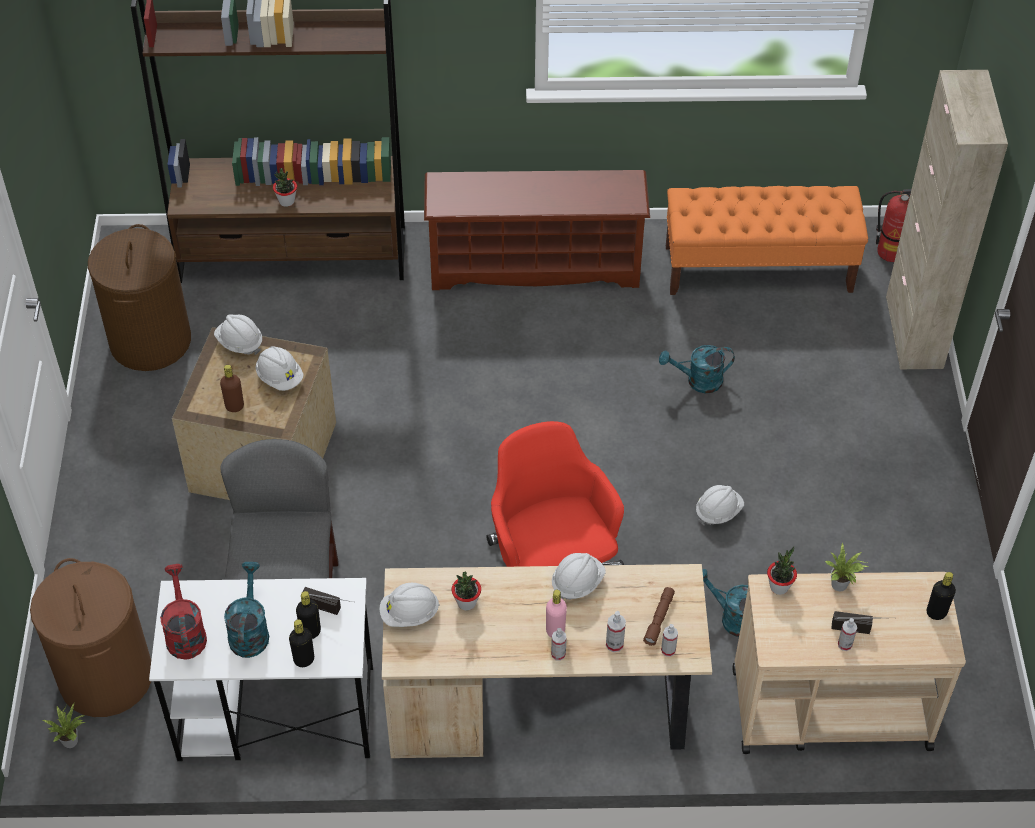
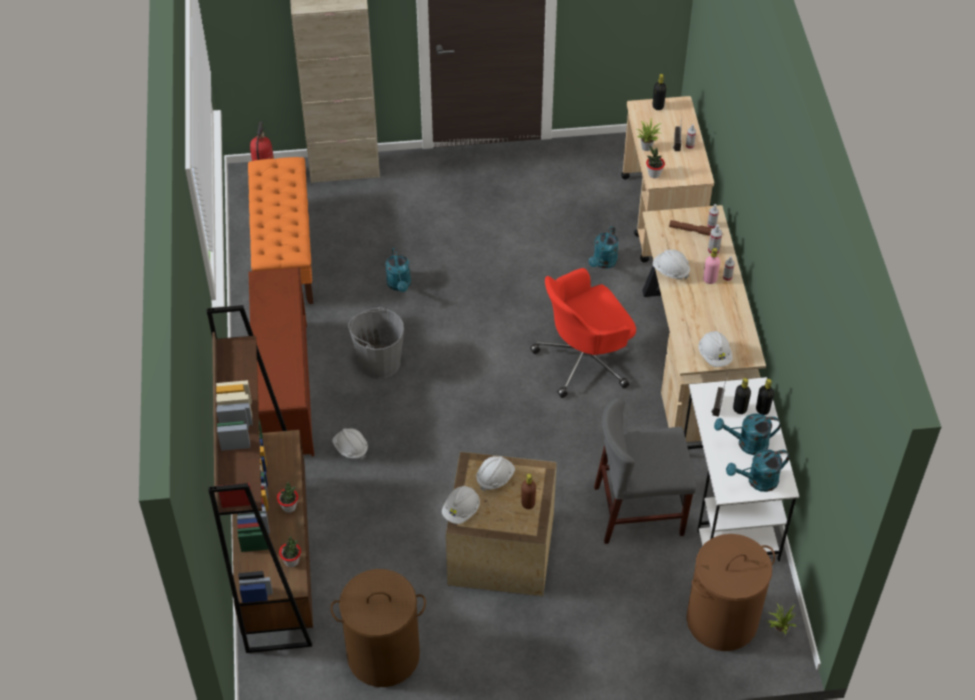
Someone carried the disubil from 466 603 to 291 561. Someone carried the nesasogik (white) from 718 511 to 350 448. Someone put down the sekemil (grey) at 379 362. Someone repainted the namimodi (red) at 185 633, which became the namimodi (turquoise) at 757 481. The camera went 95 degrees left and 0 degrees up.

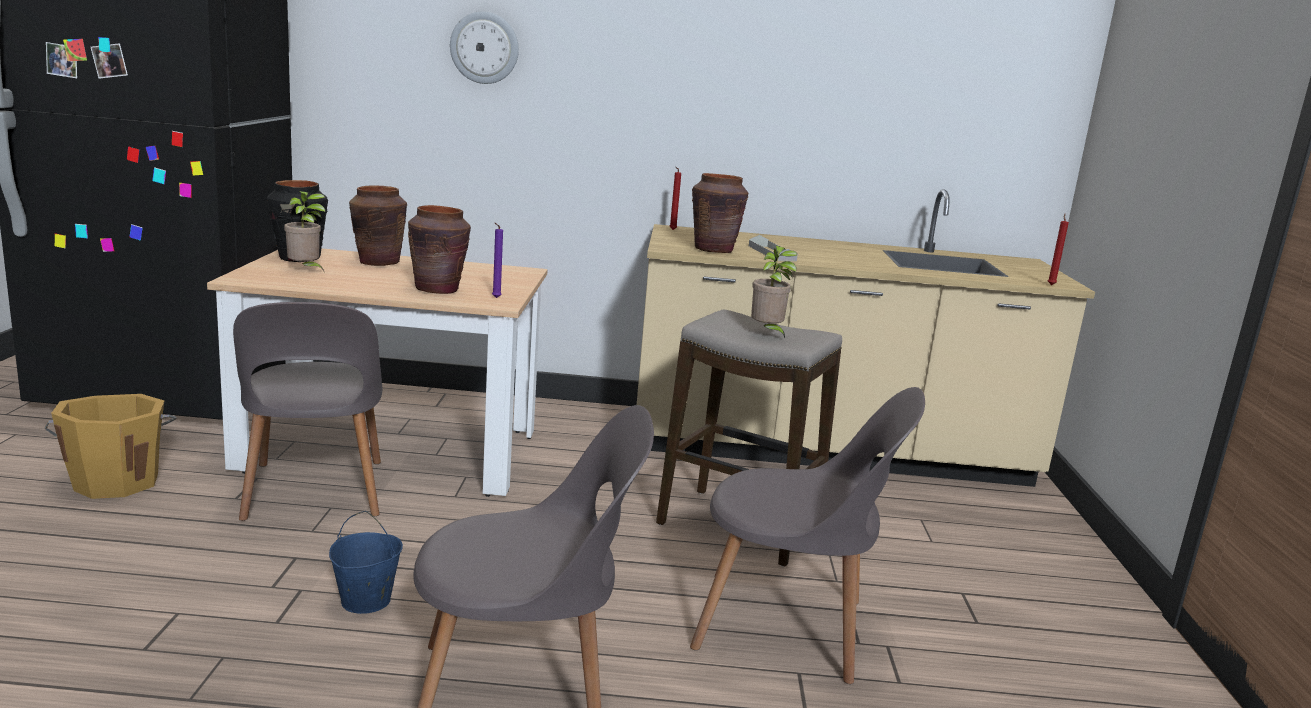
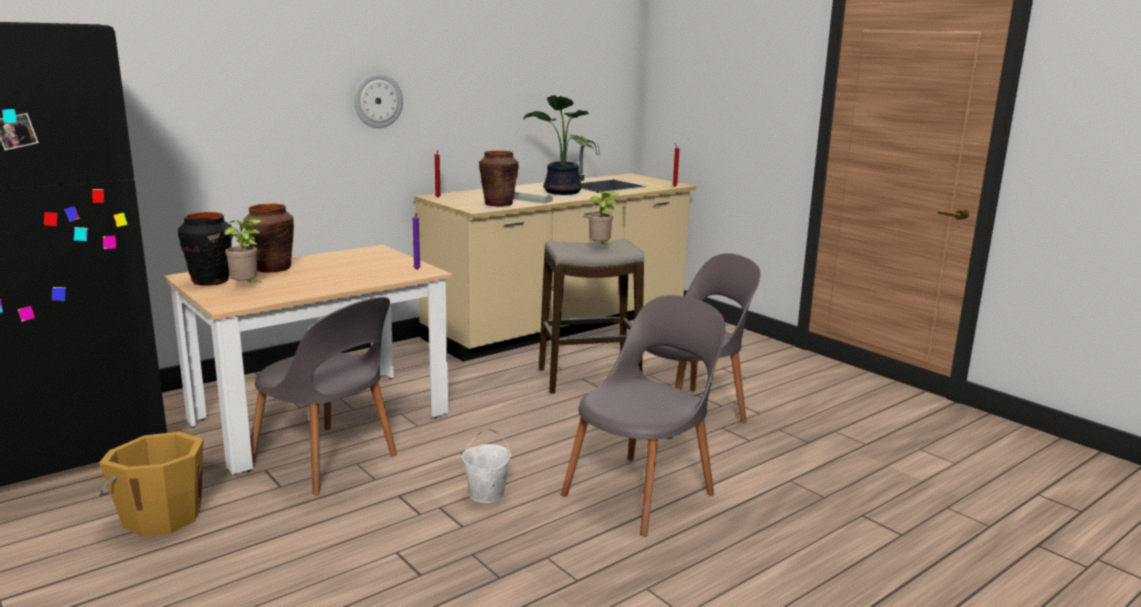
Someone carried the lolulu from 484 48 to 377 100. Someone repainted the sekemil (blue) at 365 601, which became the sekemil (white) at 486 494. Someone put down the disubil at 560 192. Someone took away the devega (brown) at 438 289. The camera went 40 degrees left and 0 degrees up.

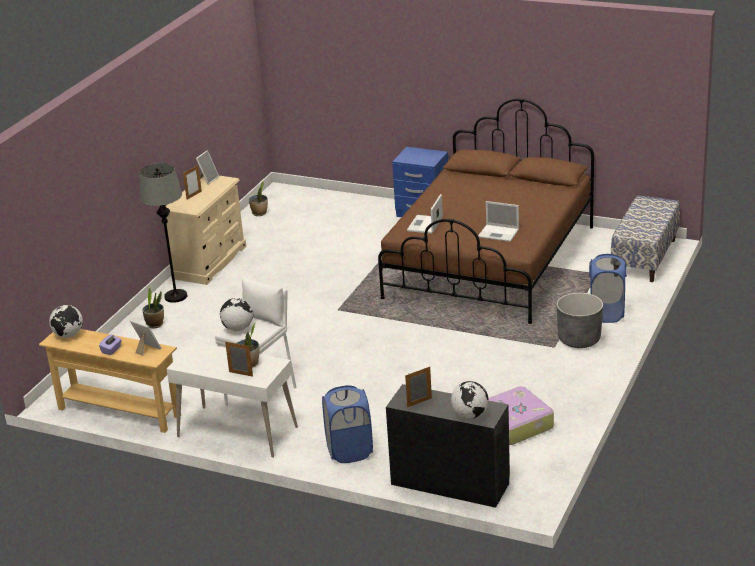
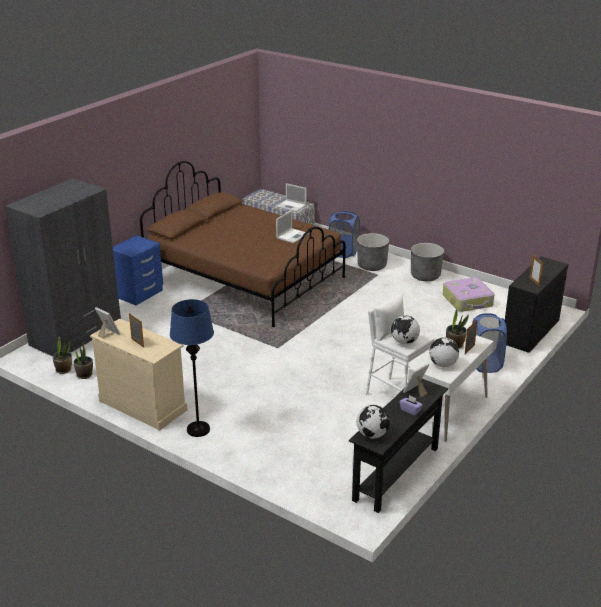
Someone put down the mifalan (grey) at 76 334. Someone carried the disubil from 155 324 to 84 375. Someone repainted the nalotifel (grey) at 175 296, which became the nalotifel (blue) at 198 429. Someone carried the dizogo from 425 225 to 292 206. Someone repainted the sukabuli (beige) at 119 412, which became the sukabuli (black) at 396 474. Someone put down the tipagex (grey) at 425 276. Someone carried the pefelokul from 470 415 to 443 364. The camera went 80 degrees left and 0 degrees up.

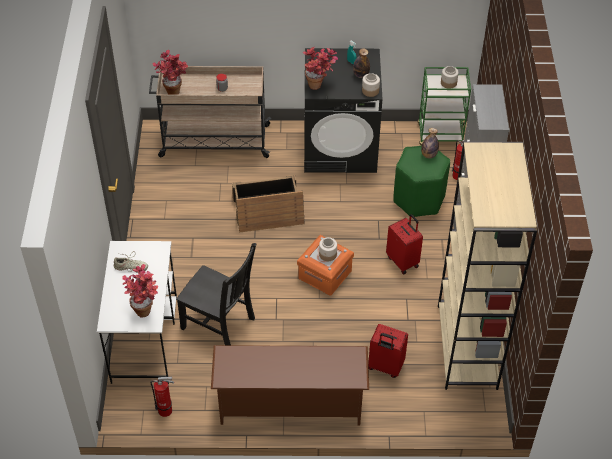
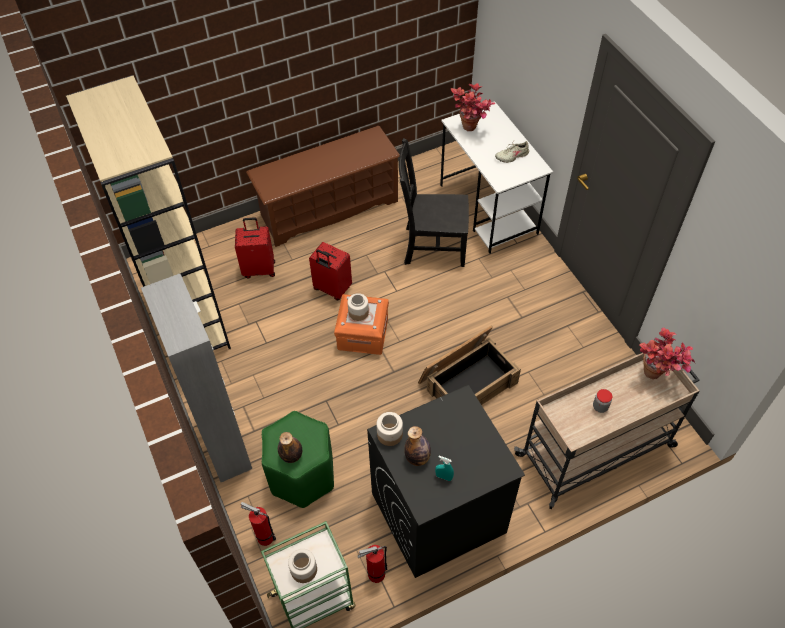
Someone carried the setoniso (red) from 403 261 to 331 289. Someone carried the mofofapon from 167 410 to 374 575. Someone took away the disubil at 319 85. The camera went 155 degrees right and 5 degrees up.

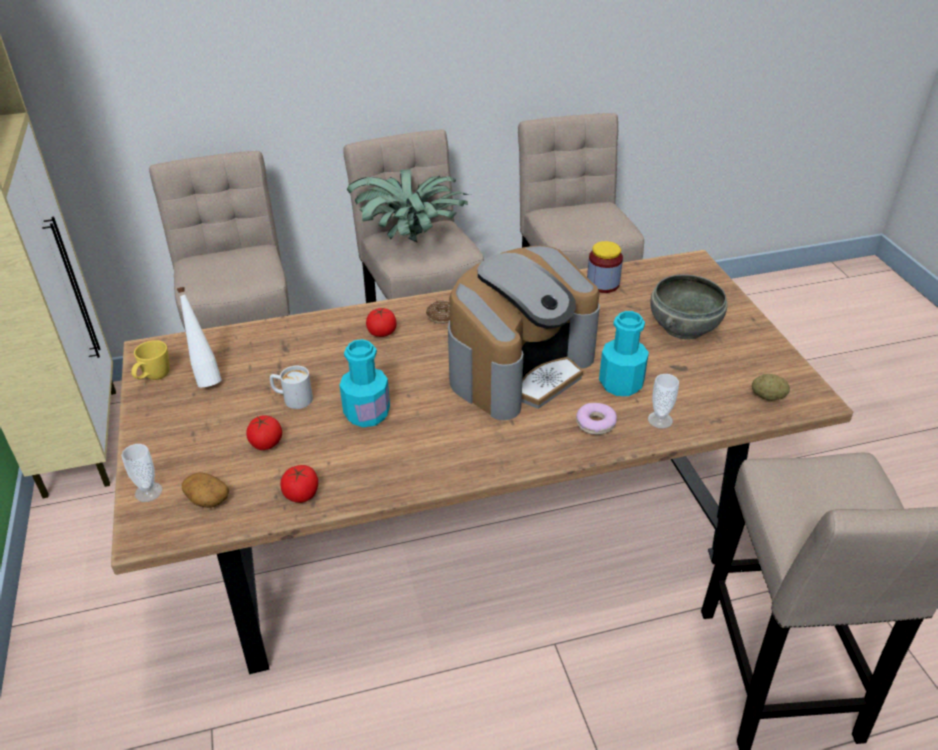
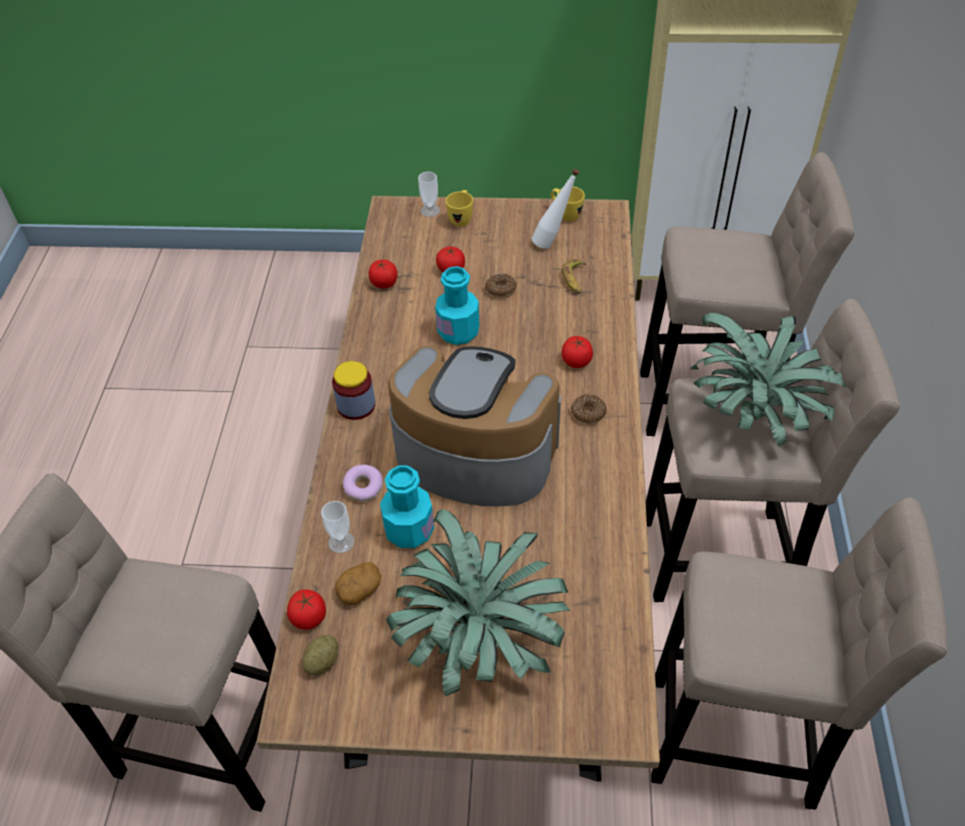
Someone put down the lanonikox at 309 617. Someone carried the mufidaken from 603 284 to 356 405. Someone carried the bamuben from 207 499 to 359 589. Someone swapped the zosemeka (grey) at 683 327 for the disubil at 481 636. Someone rotated the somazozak at 519 368 by 135 degrees clockwise. Someone put down the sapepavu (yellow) at 461 218. Someone swapped the sapepavu (white) at 292 399 for the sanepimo at 501 289. Someone put down the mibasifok at 574 280. The camera went 110 degrees right and 10 degrees up.

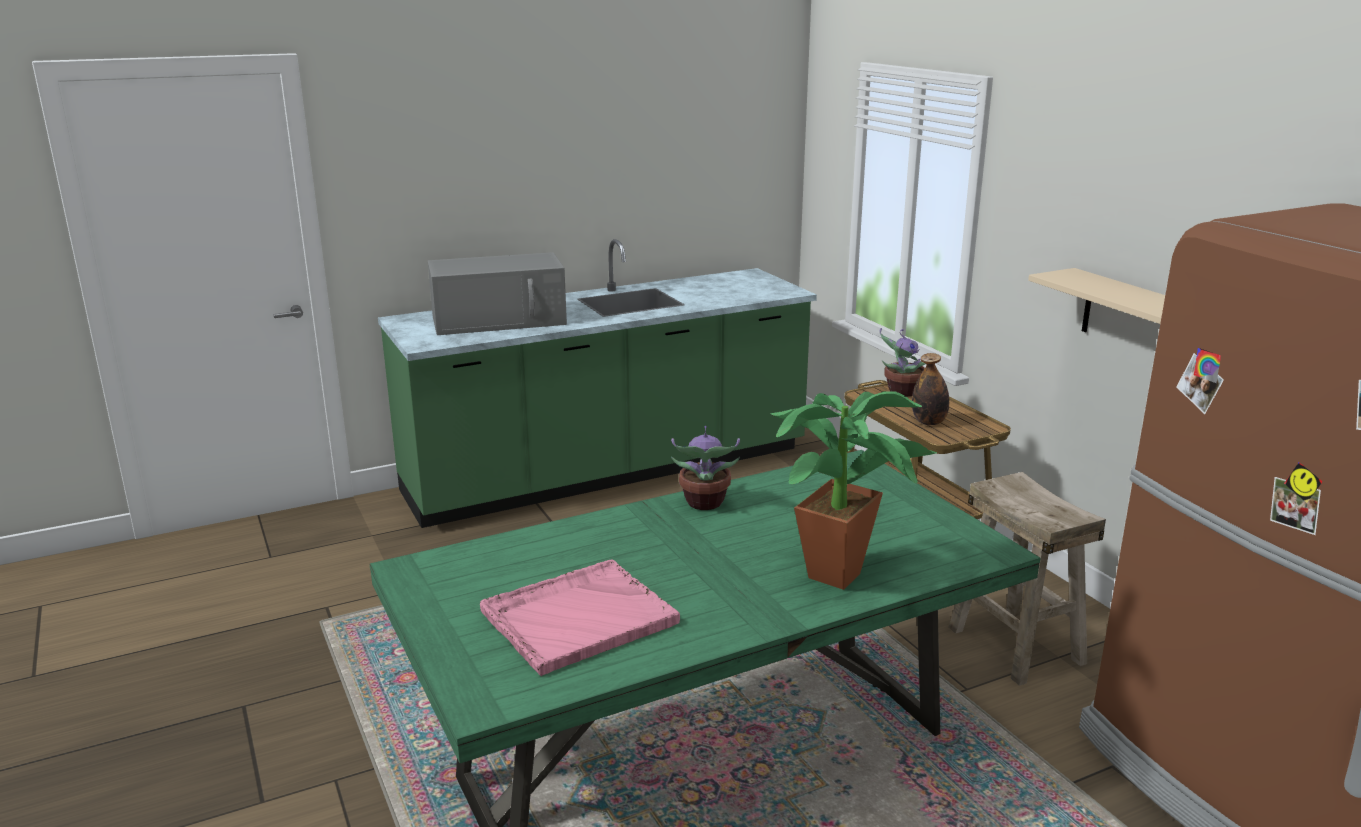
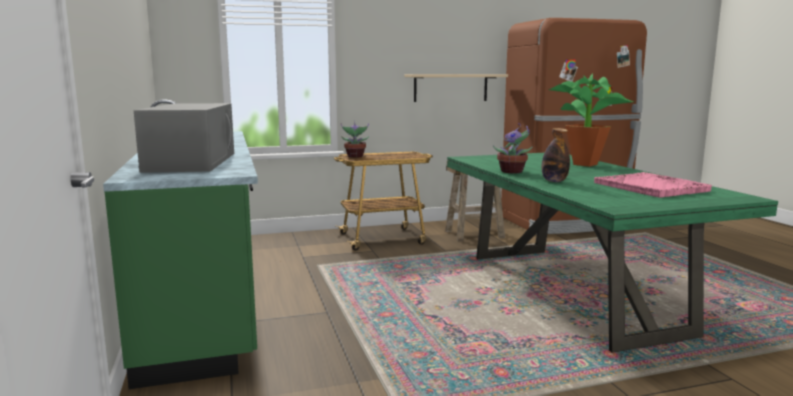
Someone carried the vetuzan from 929 422 to 554 181. The camera went 80 degrees left and 10 degrees down.

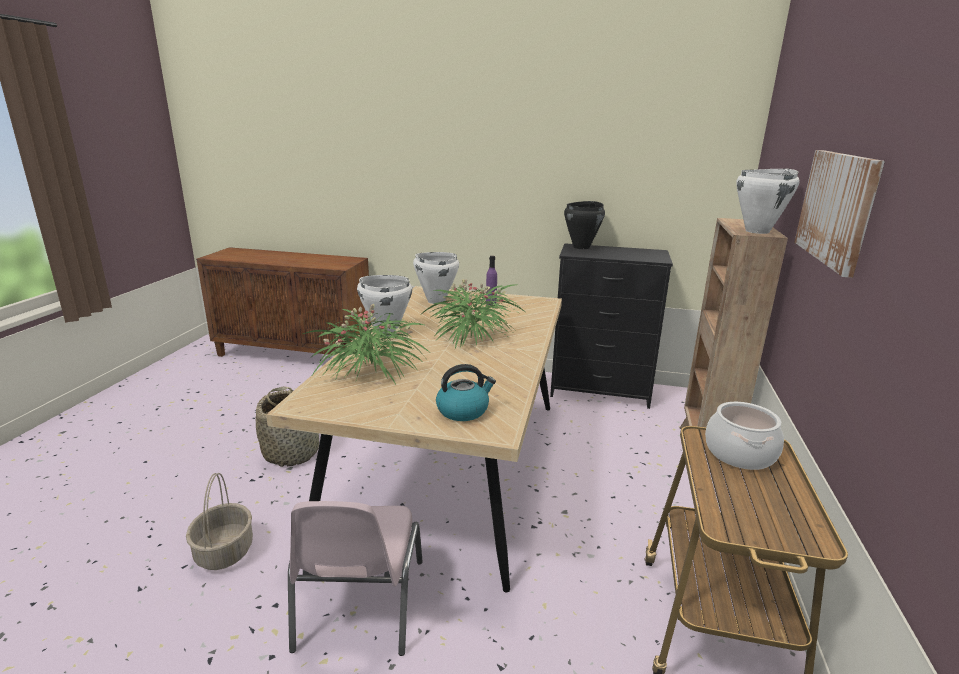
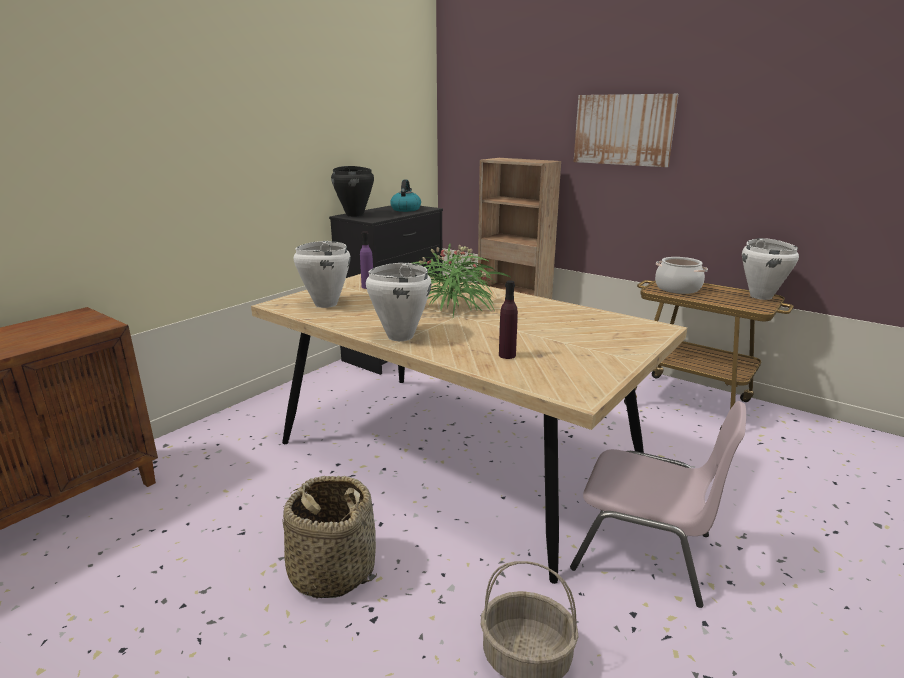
Someone carried the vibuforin from 463 410 to 406 209. Someone swapped the disubil at 370 370 for the vetuzan (purple) at 507 355. Someone carried the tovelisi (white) from 758 231 to 761 296. The camera went 65 degrees left and 0 degrees up.

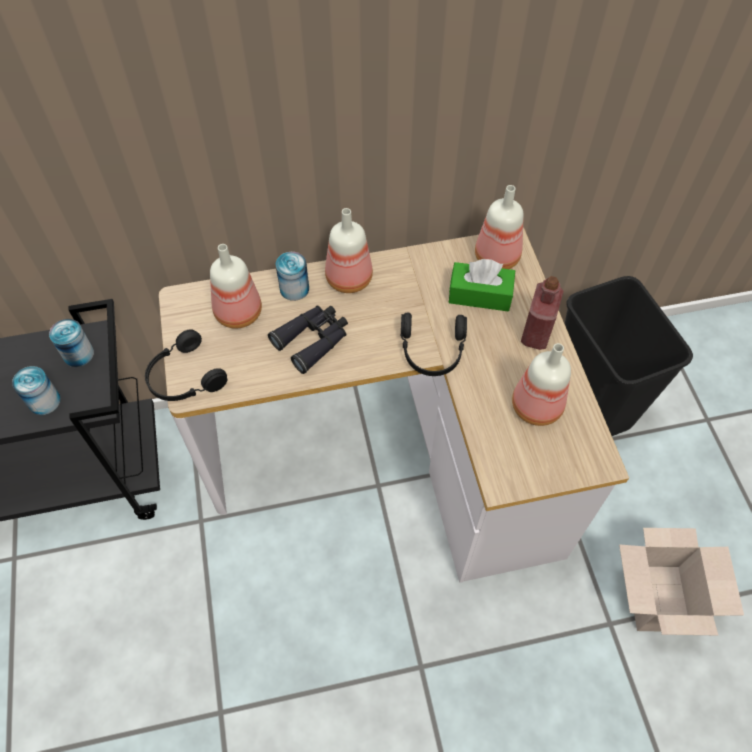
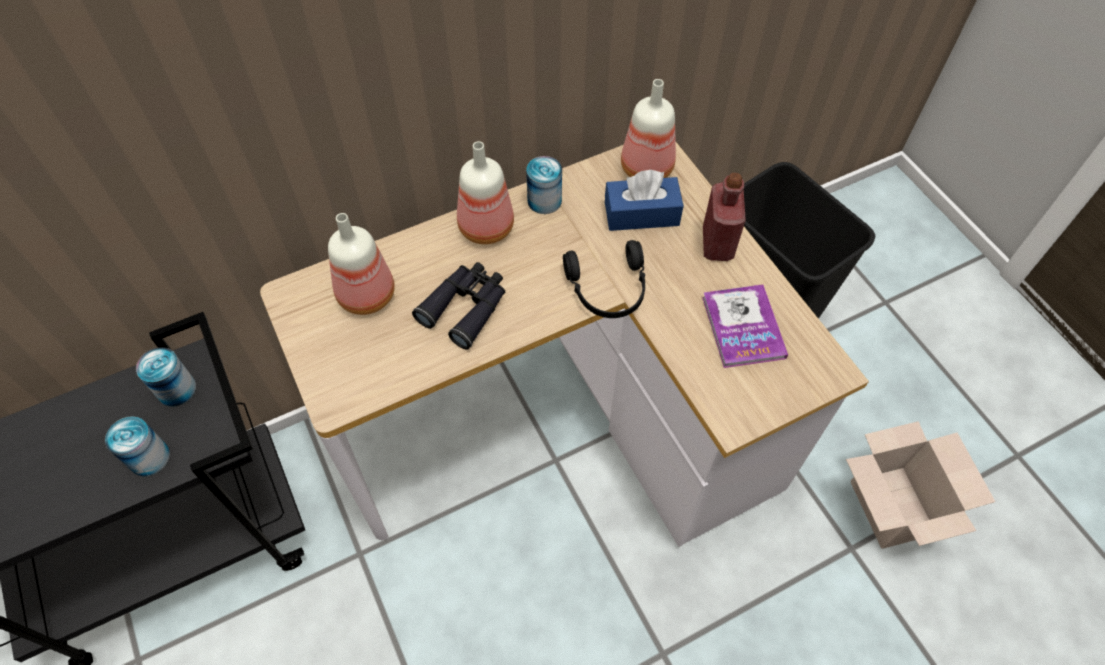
Someone carried the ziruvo from 294 288 to 544 200. Someone repainted the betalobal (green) at 480 295, which became the betalobal (blue) at 641 214. Someone swapped the vetuzan at 535 407 for the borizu at 743 327. Someone took away the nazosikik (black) at 184 378. The camera went 15 degrees left and 0 degrees up.

